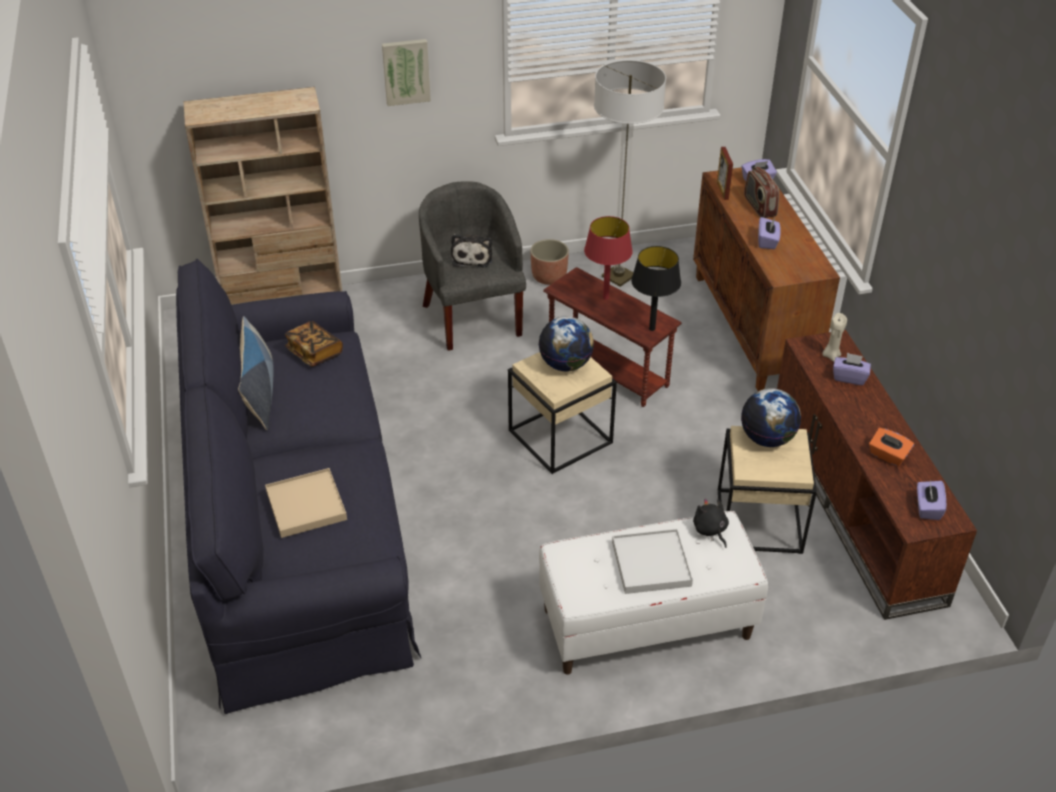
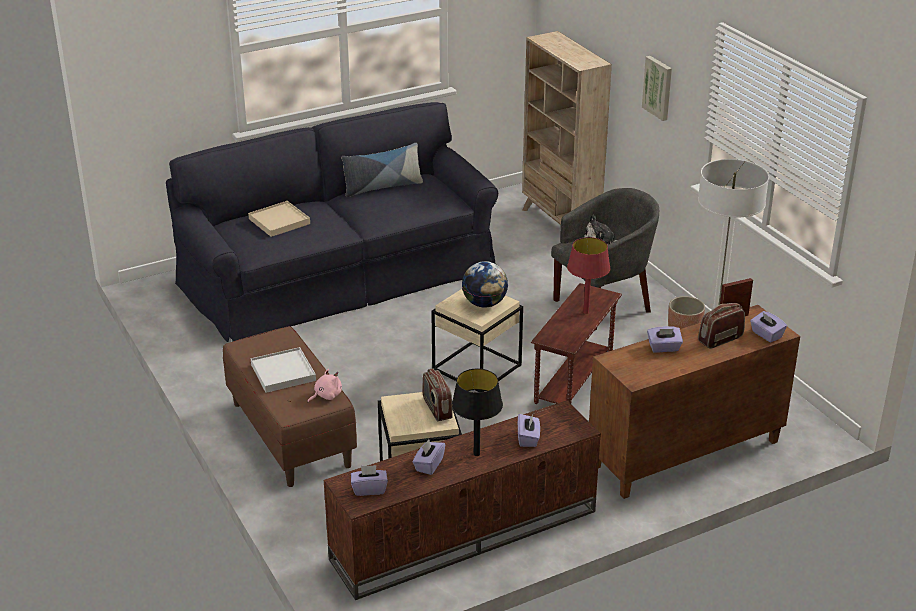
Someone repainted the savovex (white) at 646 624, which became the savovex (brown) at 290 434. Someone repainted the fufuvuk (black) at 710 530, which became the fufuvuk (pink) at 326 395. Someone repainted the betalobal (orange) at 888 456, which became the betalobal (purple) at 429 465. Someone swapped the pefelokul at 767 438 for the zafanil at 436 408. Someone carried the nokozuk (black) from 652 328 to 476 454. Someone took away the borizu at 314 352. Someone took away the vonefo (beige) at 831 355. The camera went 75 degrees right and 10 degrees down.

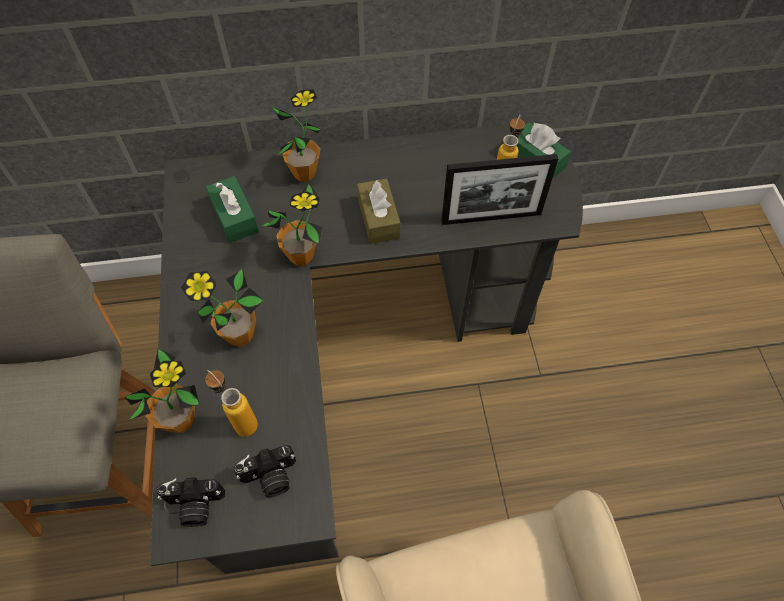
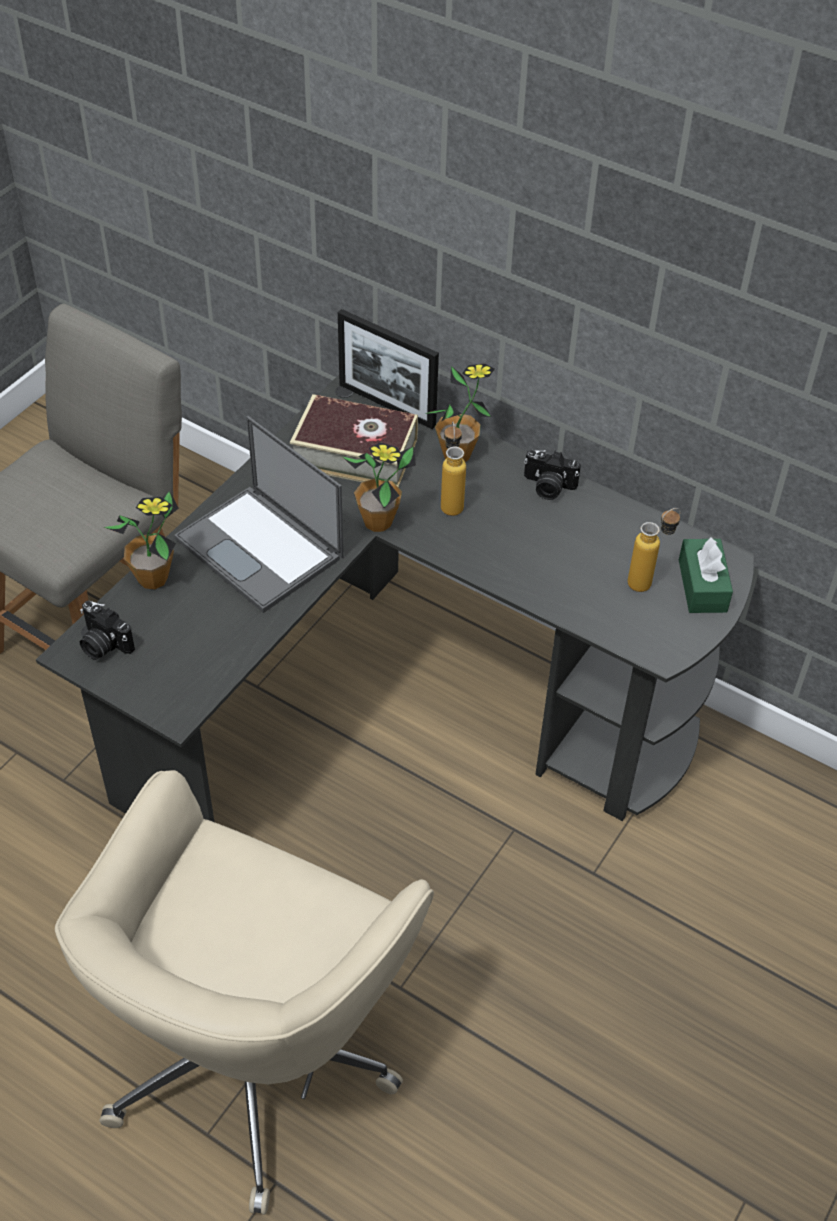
Someone swapped the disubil at 240 335 for the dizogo at 261 549. Someone swapped the betalobal (green) at 235 217 for the borizu at 355 453. Someone carried the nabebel from 491 217 to 387 405. Someone carried the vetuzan from 240 419 to 451 501. Someone carried the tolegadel from 270 478 to 548 487. Someone took away the betalobal (brown) at 378 218. The camera went 40 degrees right and 10 degrees down.

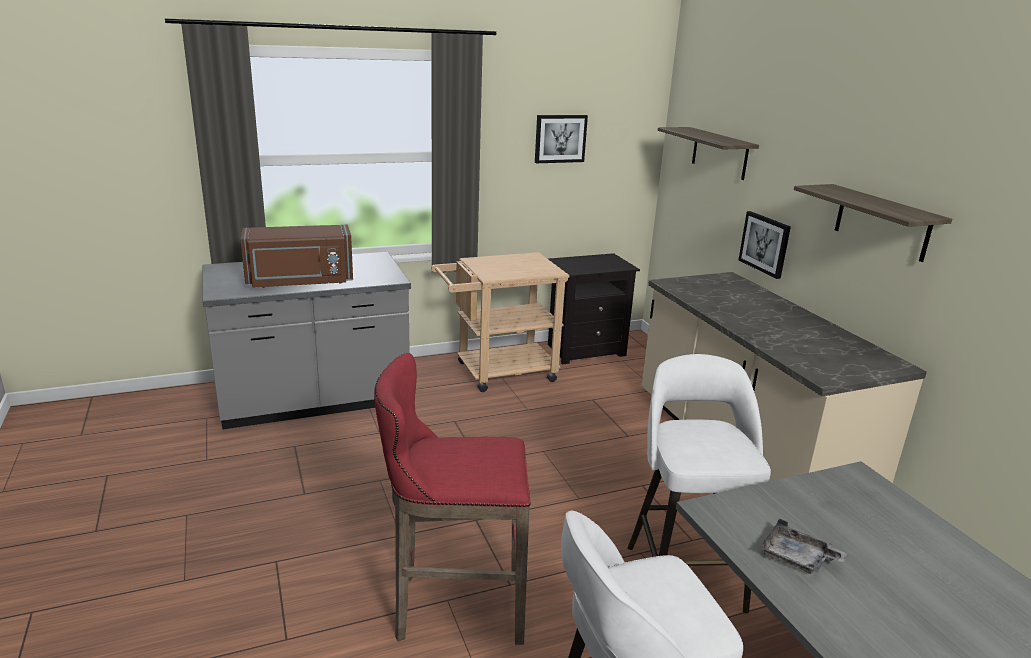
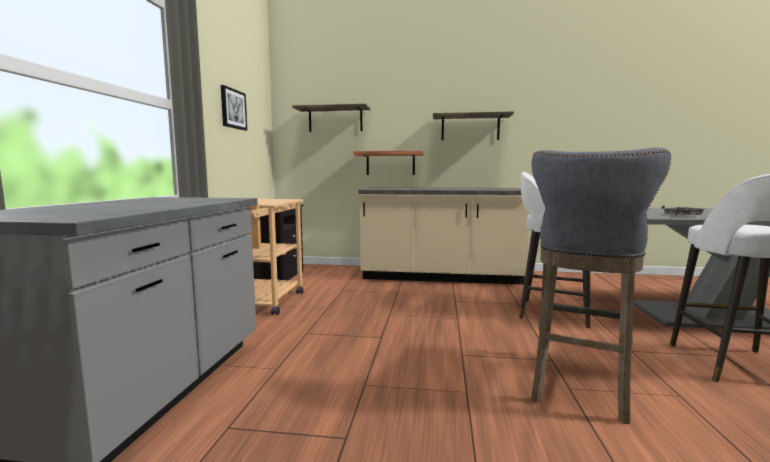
Someone swapped the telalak at 765 244 for the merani at 390 163. Someone repainted the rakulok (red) at 453 607, which became the rakulok (grey) at 579 387. Someone took away the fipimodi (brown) at 300 282. The camera went 60 degrees left and 15 degrees down.

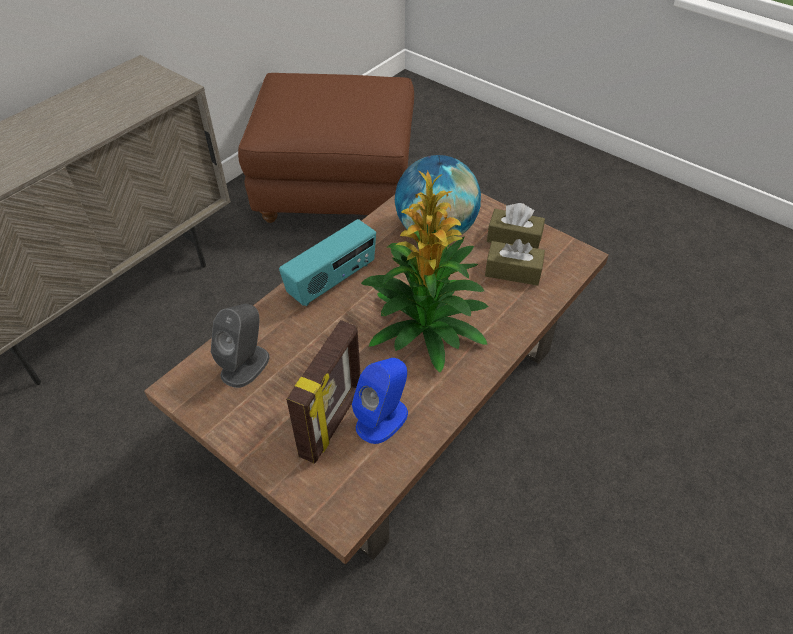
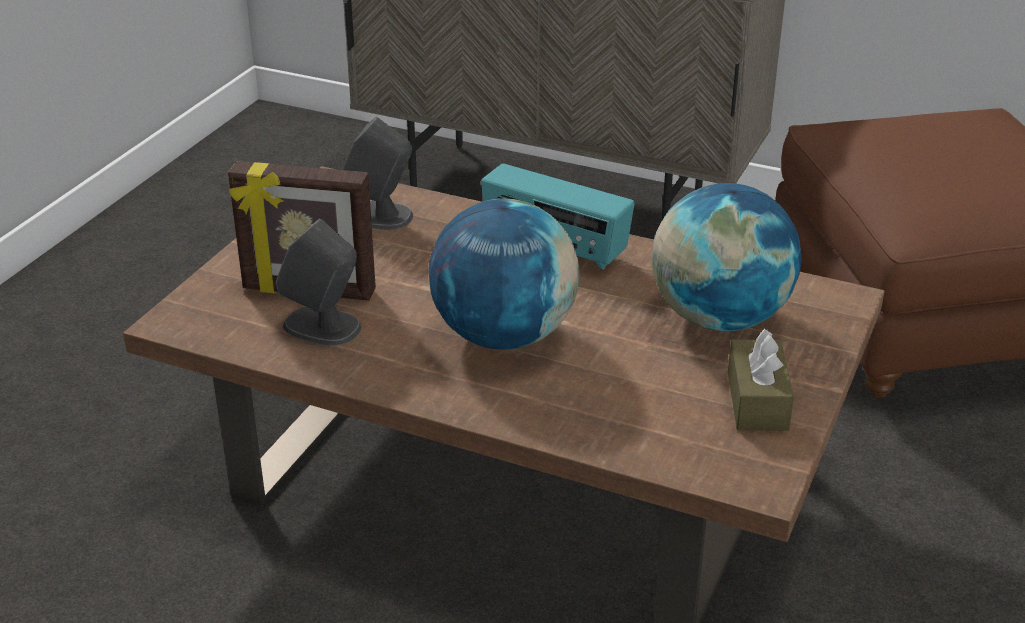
Someone repainted the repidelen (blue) at 382 419, which became the repidelen (grey) at 323 326. Someone swapped the disubil at 424 325 for the pefelokul at 504 336. Someone took away the betalobal (brown) at 513 271. The camera went 75 degrees right and 15 degrees down.

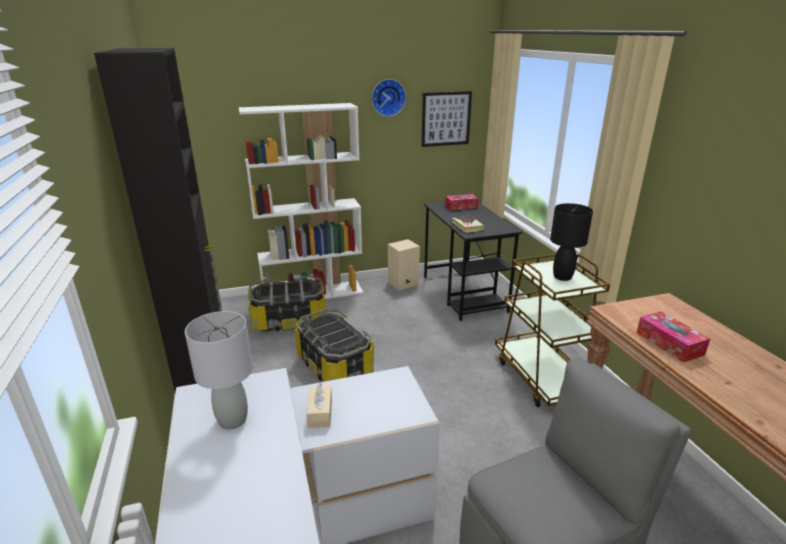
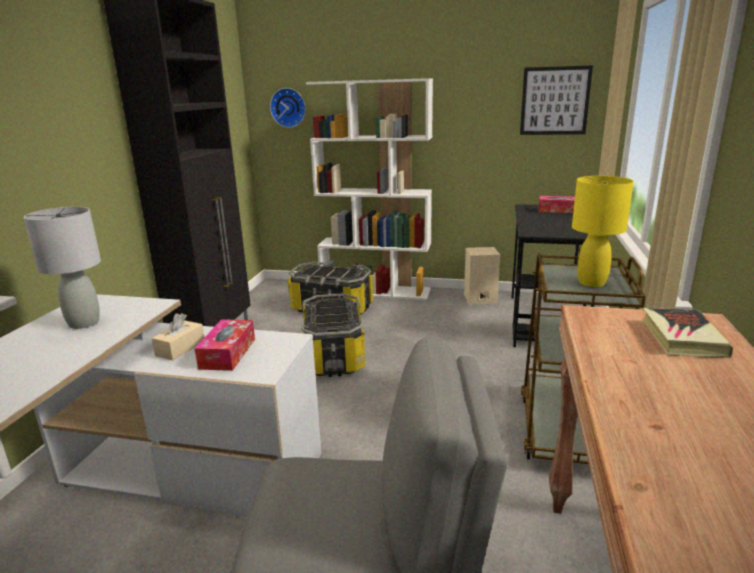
Someone carried the betalobal from 669 343 to 228 353. Someone carried the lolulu from 388 97 to 288 107. Someone repainted the nokozuk (black) at 562 277, which became the nokozuk (yellow) at 591 282. Someone carried the borizu from 467 226 to 681 338. The camera went 30 degrees right and 5 degrees down.

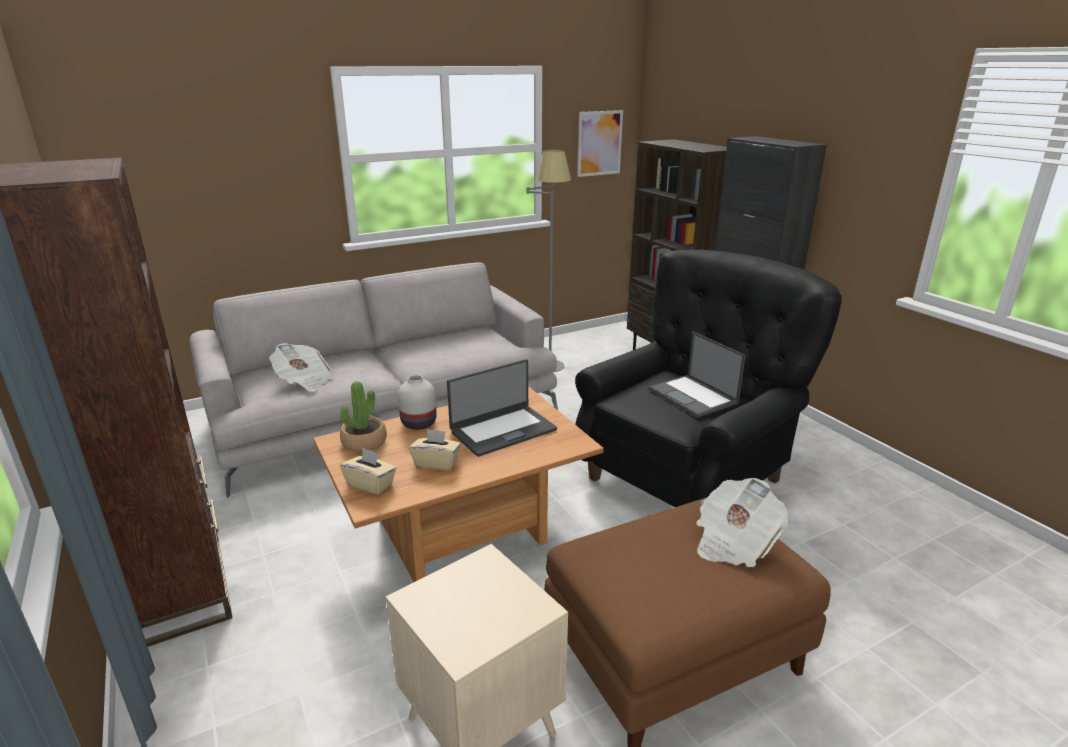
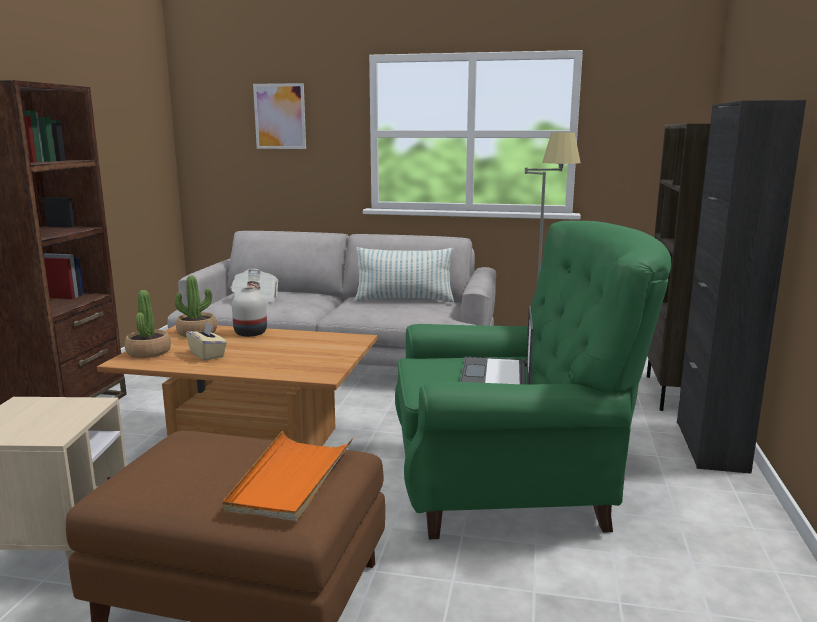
Someone swapped the betalobal (beige) at 370 484 for the disubil at 148 352. Someone swapped the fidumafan at 734 541 for the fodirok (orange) at 290 479. Someone carried the telalak from 599 143 to 280 116. Someone put down the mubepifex at 404 300. Someone repainted the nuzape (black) at 688 476, which became the nuzape (green) at 513 487. Someone took away the dizogo at 502 430. The camera went 40 degrees right and 10 degrees down.

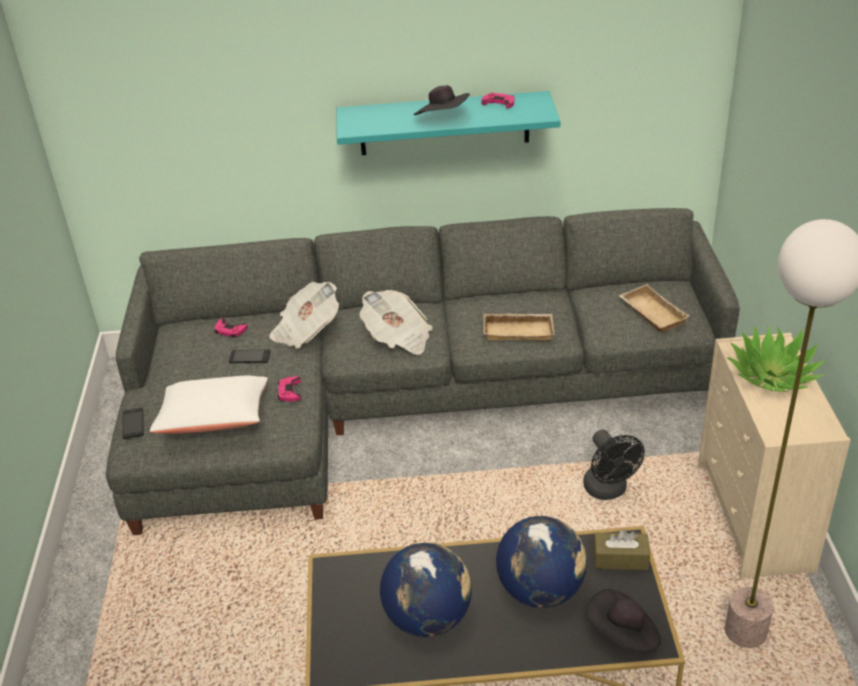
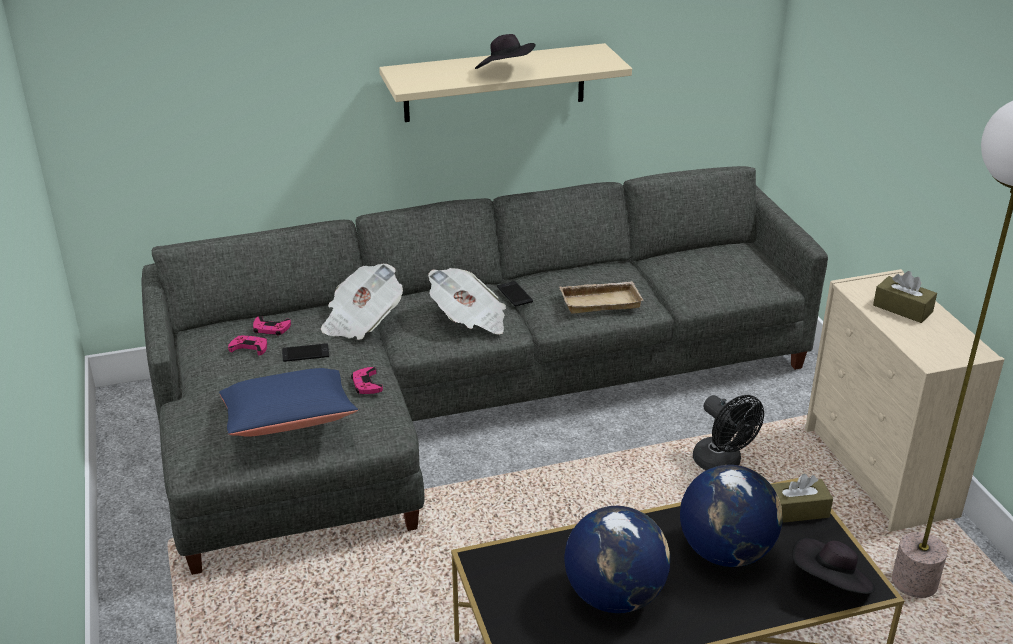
Someone repainted the mubepifex (white) at 215 420, which became the mubepifex (blue) at 289 421. Someone carried the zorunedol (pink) from 499 103 to 249 348. Someone repainted the merani (turquoise) at 444 123, which became the merani (beige) at 495 83. Someone carried the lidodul from 133 423 to 514 294. Someone swapped the disubil at 773 375 for the betalobal (brown) at 902 308. Someone took away the fodirok (beige) at 650 313. The camera went 15 degrees left and 5 degrees down.

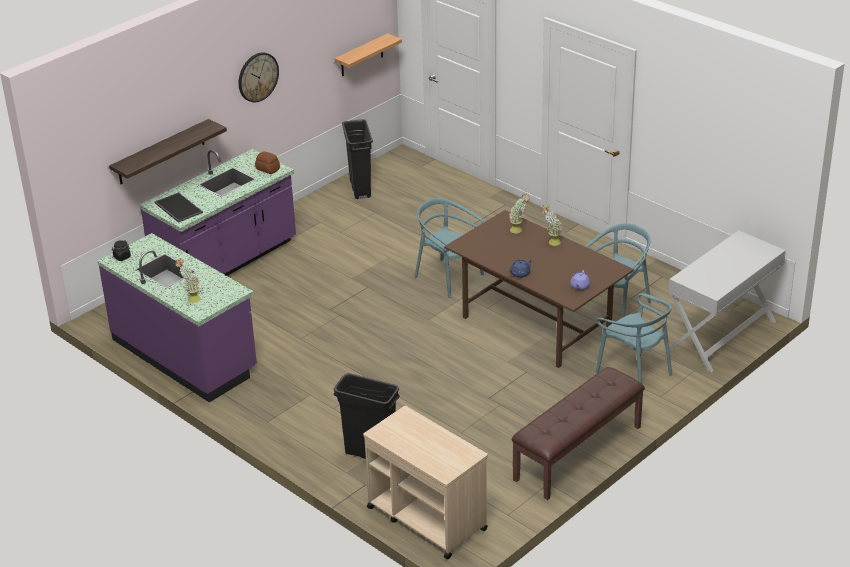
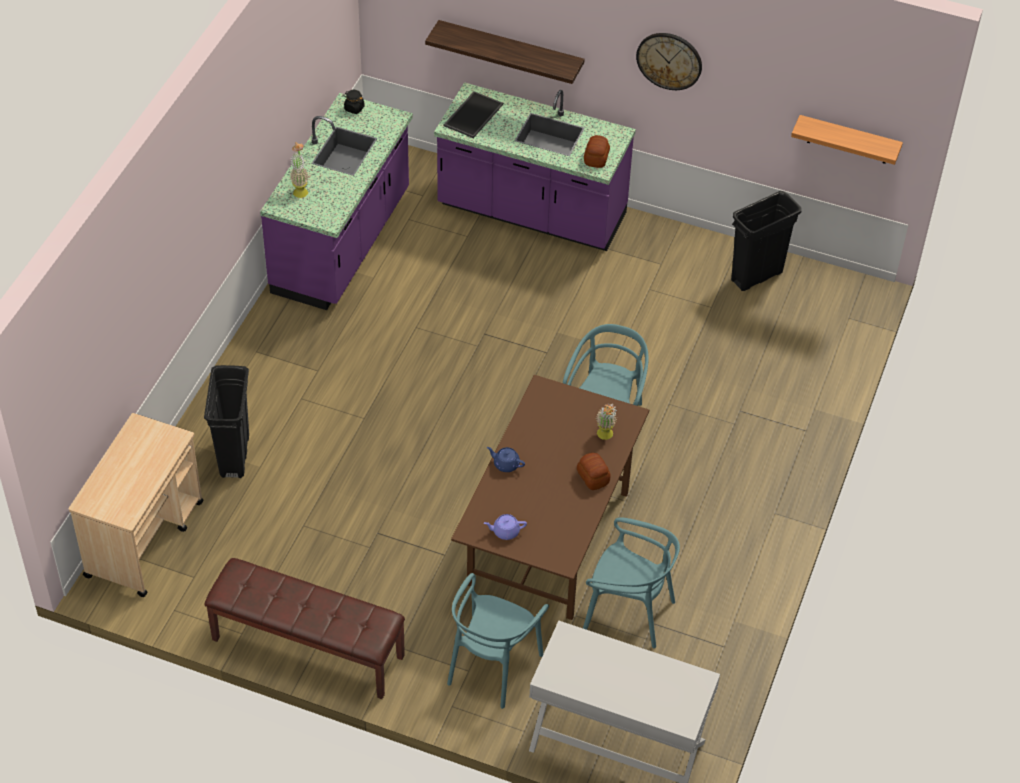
Someone swapped the disubil at 551 242 for the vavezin at 593 477. The camera went 65 degrees right and 15 degrees up.

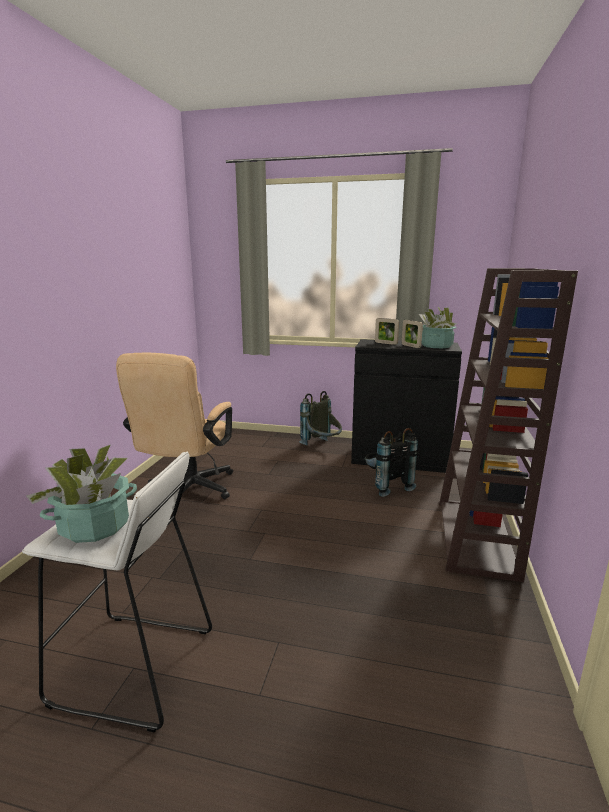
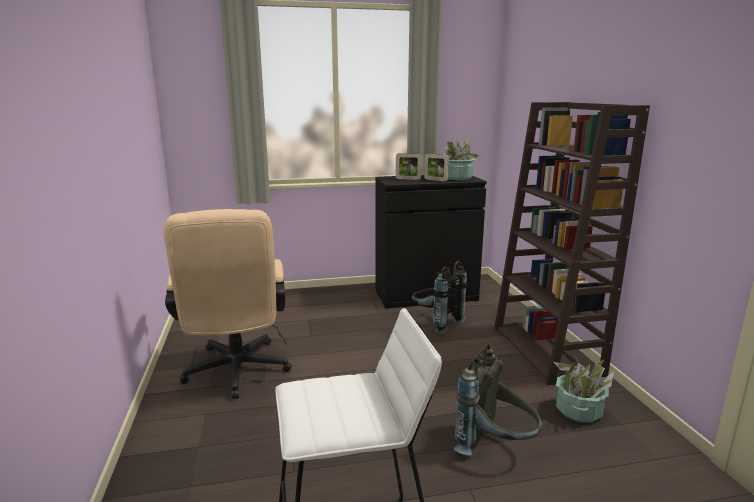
Someone carried the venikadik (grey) from 322 446 to 496 448. Someone carried the disubil from 95 526 to 578 411. The camera went 25 degrees left and 0 degrees up.

